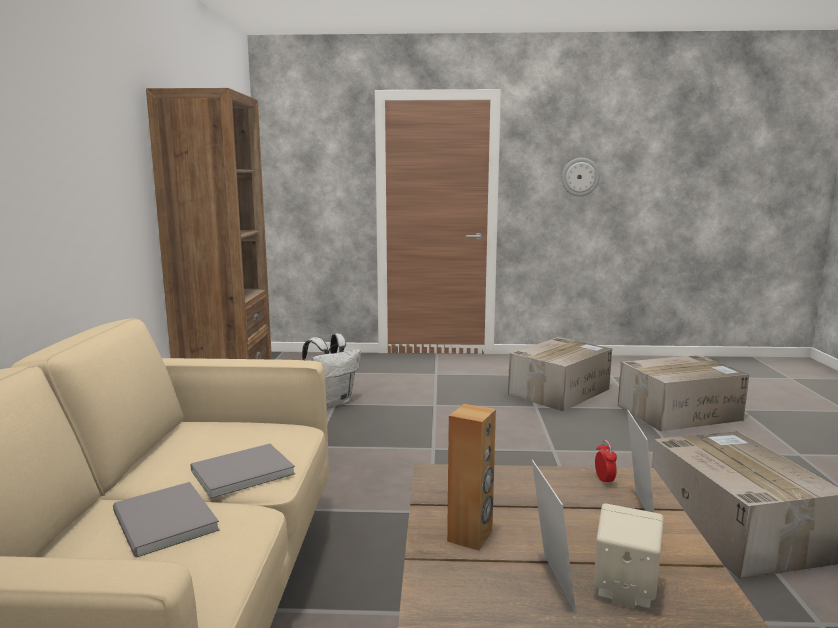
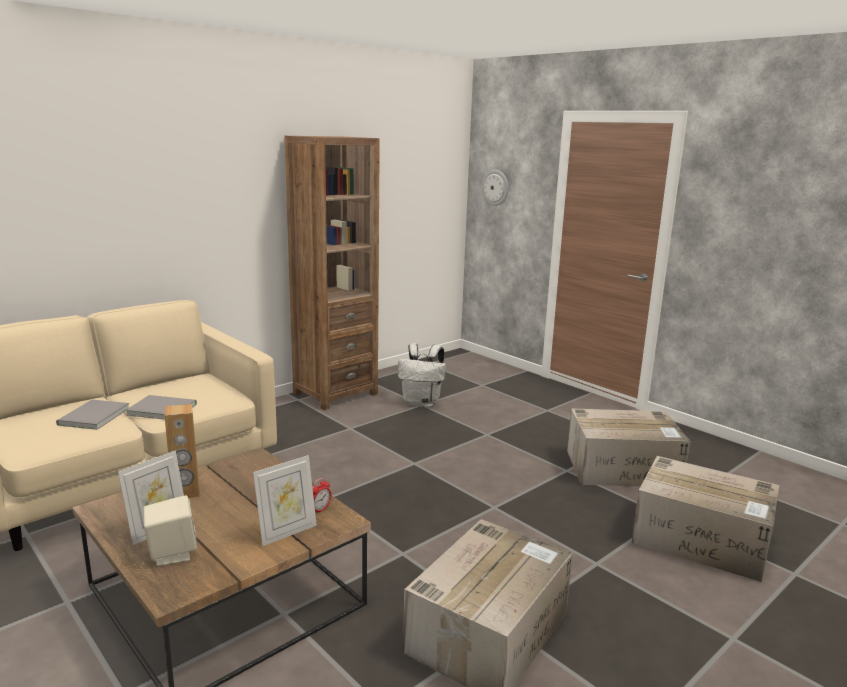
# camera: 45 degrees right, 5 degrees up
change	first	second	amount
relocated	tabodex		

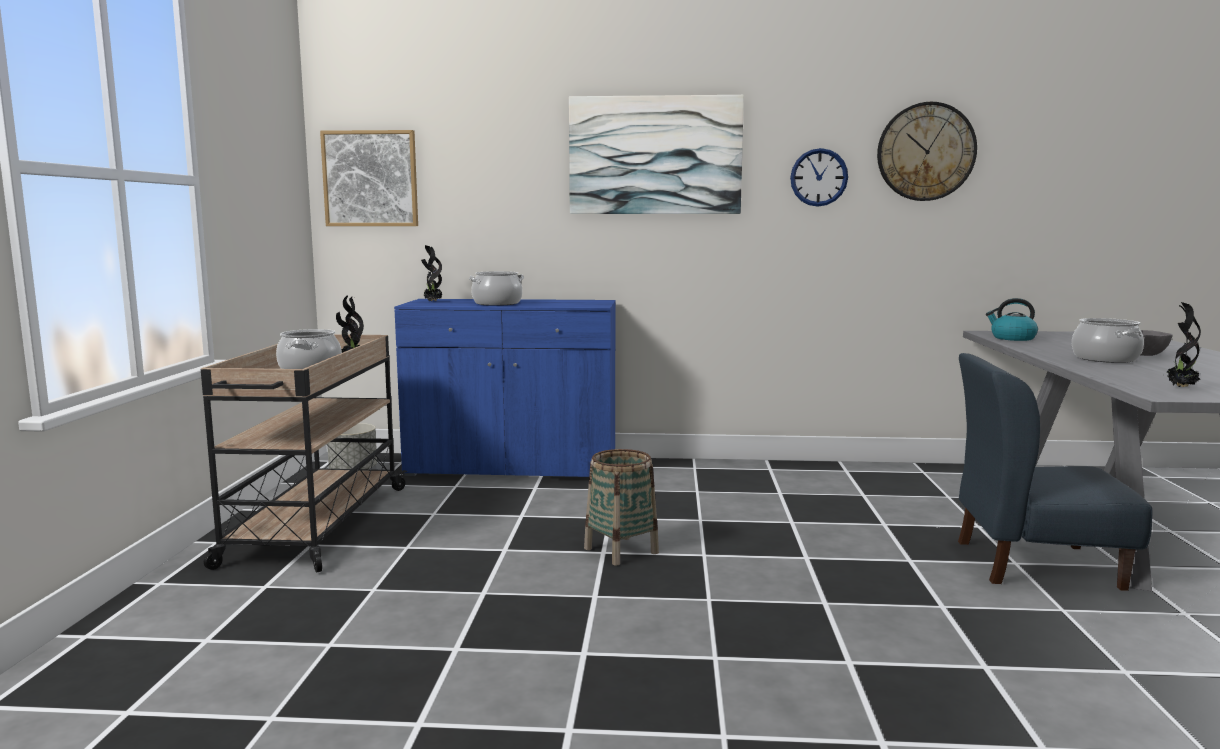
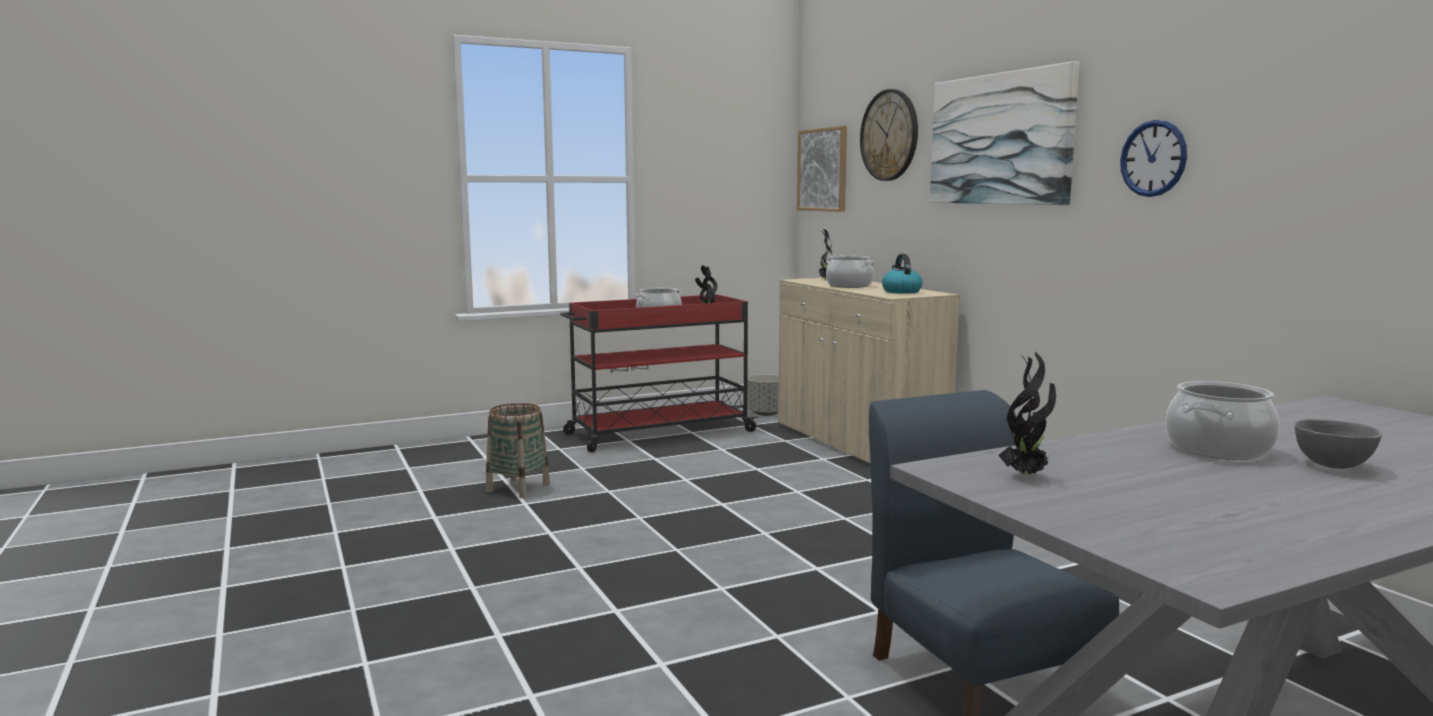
# camera: 60 degrees right, 0 degrees up
change	first	second	amount
relocated	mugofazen		
colour	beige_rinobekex	red_rinobekex	
colour	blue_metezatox	beige_metezatox	
relocated	tabodex (no. 2 from left in the first image)	tabodex (no. 1 from left)	
relocated	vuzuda		

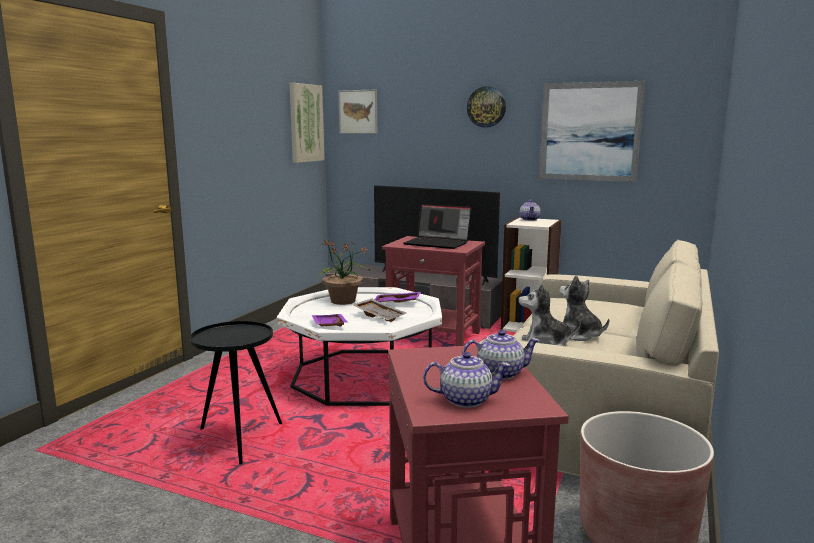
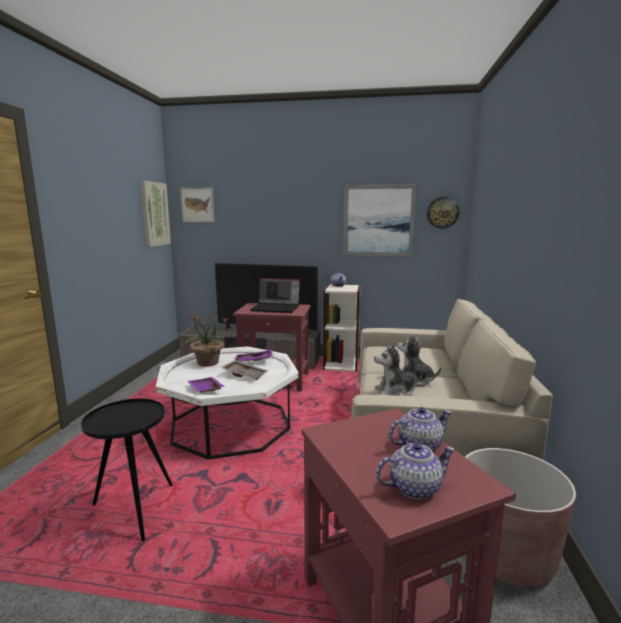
# camera: 15 degrees left, 0 degrees up
change	first	second	amount
relocated	tabodex		

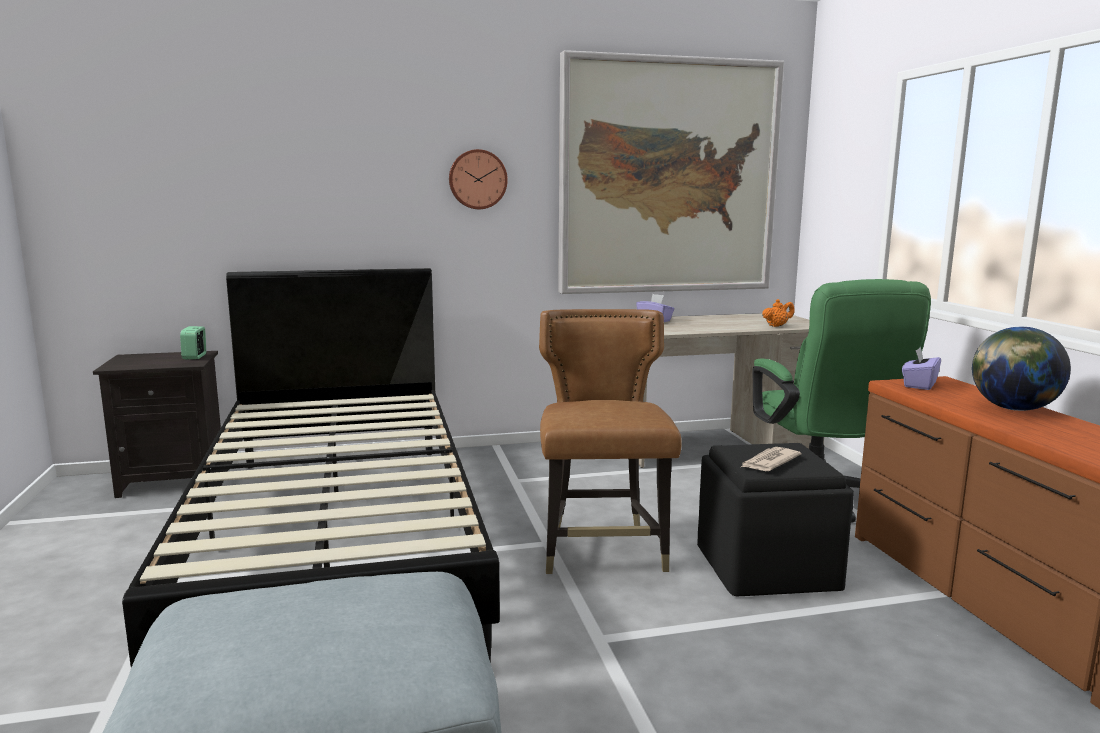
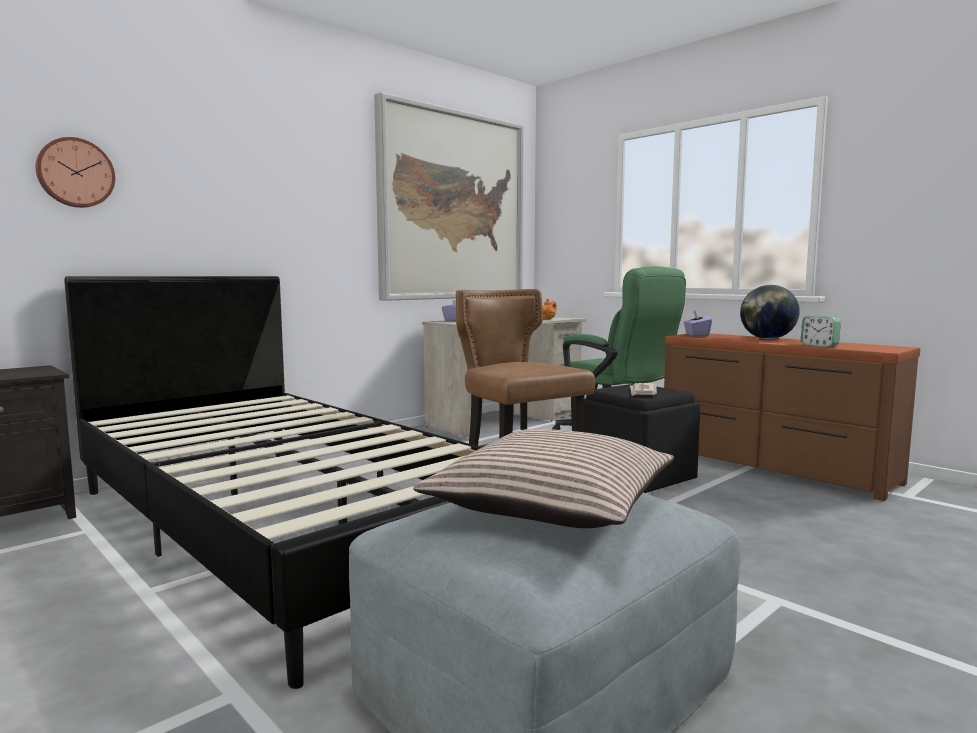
# camera: 30 degrees left, 5 degrees down
change	first	second	amount
relocated	tabodex		
appeared		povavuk	
relocated	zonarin		

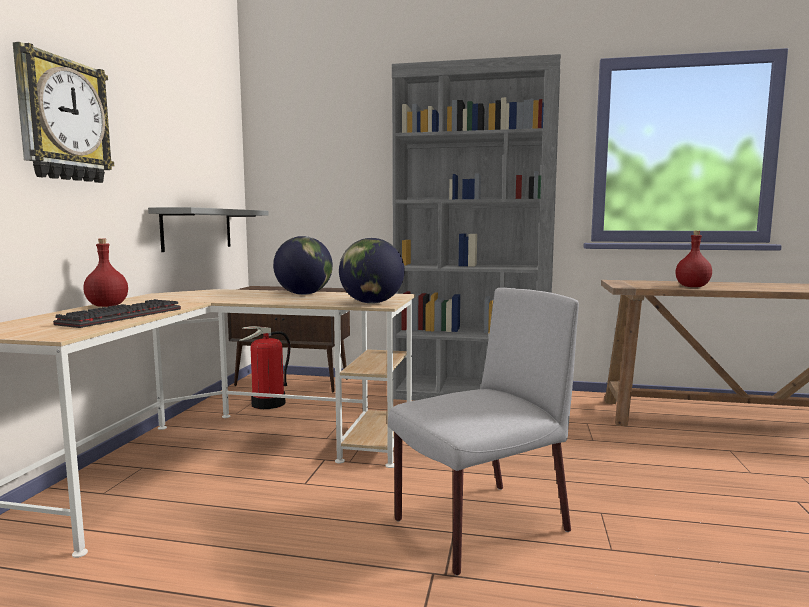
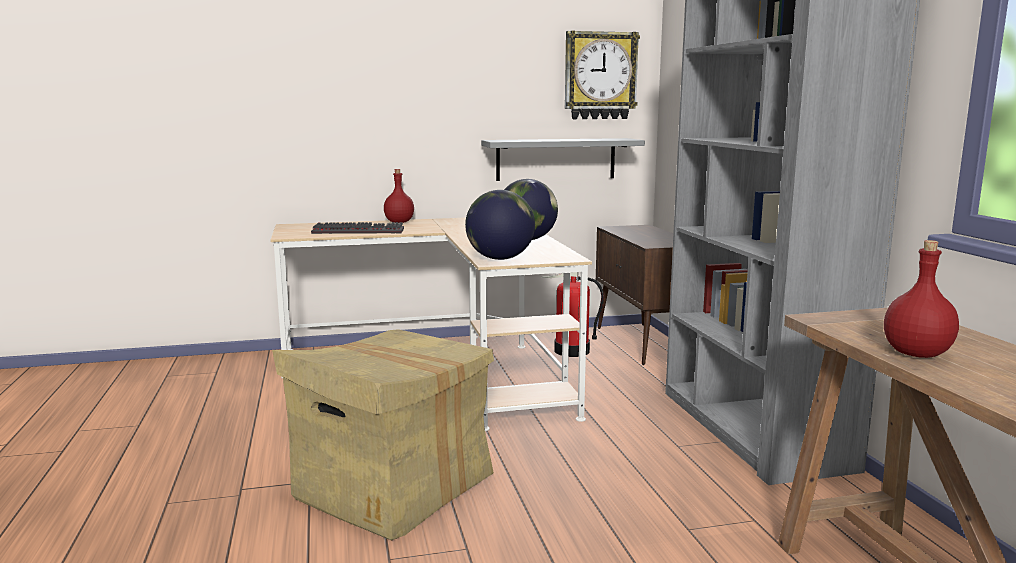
# camera: 65 degrees right, 5 degrees up
change	first	second	amount
exchanged	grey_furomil	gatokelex	
relocated	tabodex		

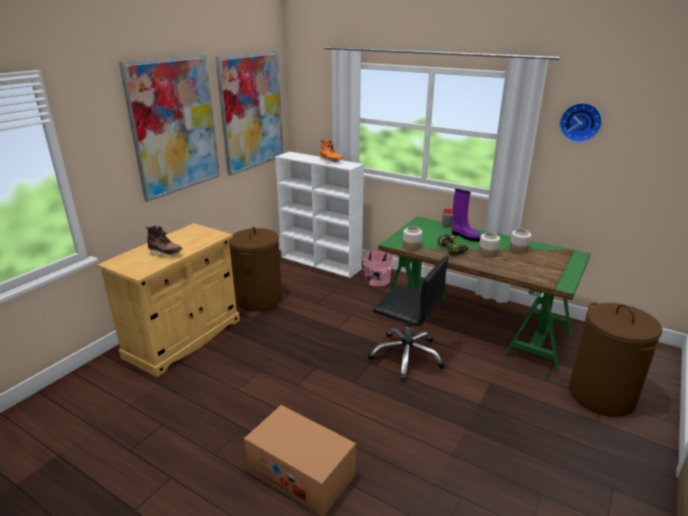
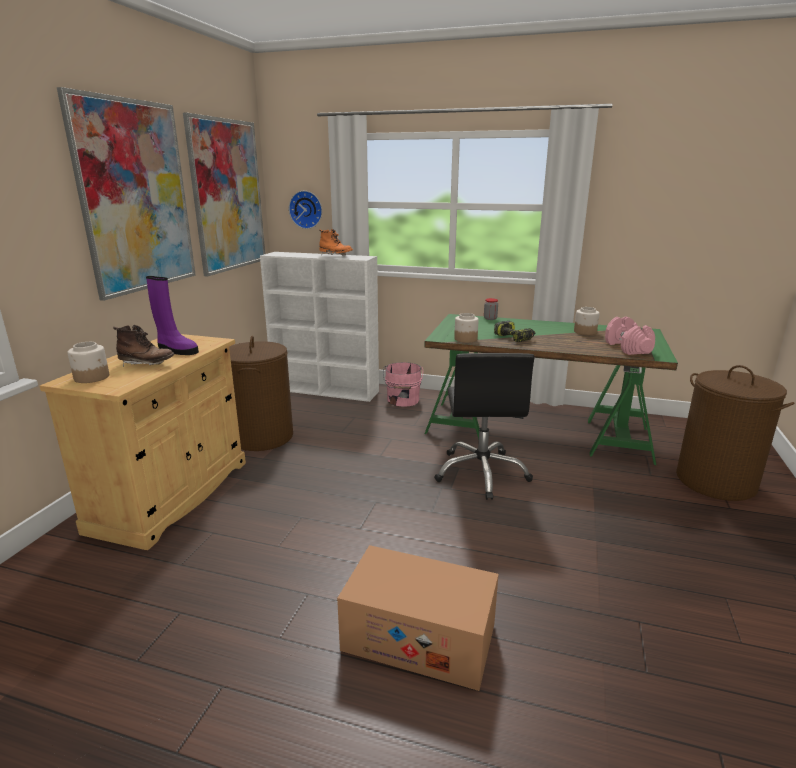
# camera: 15 degrees left, 5 degrees down
change	first	second	amount
relocated	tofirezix (no. 3 from left in the first image)	tofirezix (no. 1 from left)	
relocated	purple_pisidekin		
relocated	tabodex		
spun	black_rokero		75 degrees clockwise
appeared		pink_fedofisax	

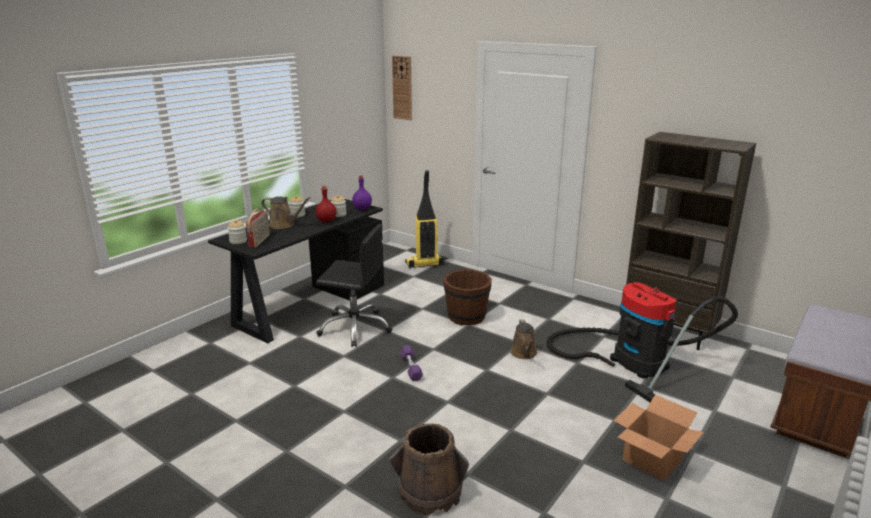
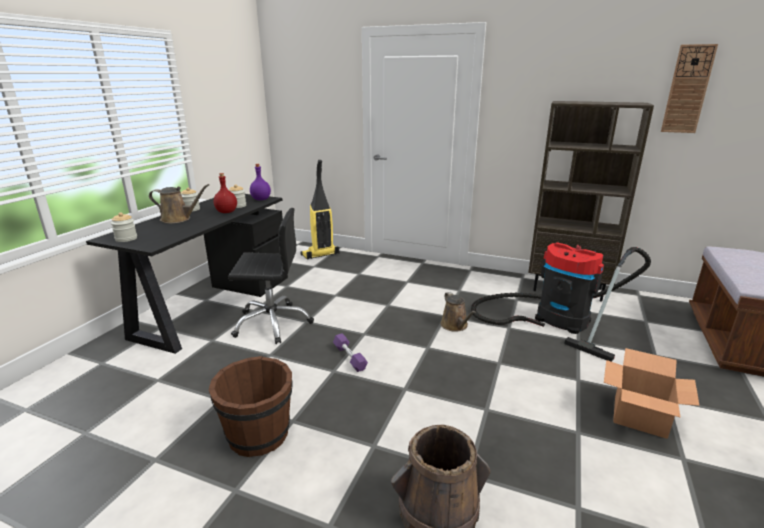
# camera: 15 degrees left, 0 degrees up
change	first	second	amount
relocated	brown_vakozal (no. 2 from left in the first image)	brown_vakozal (no. 1 from left)	
relocated	tabodex		
missing	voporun		

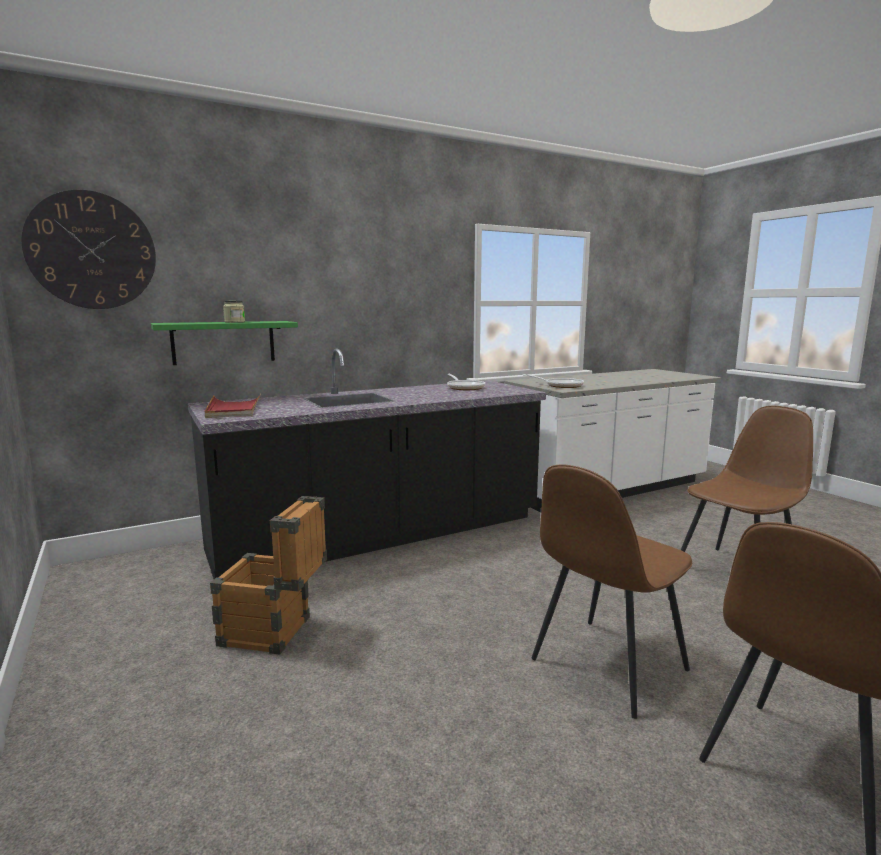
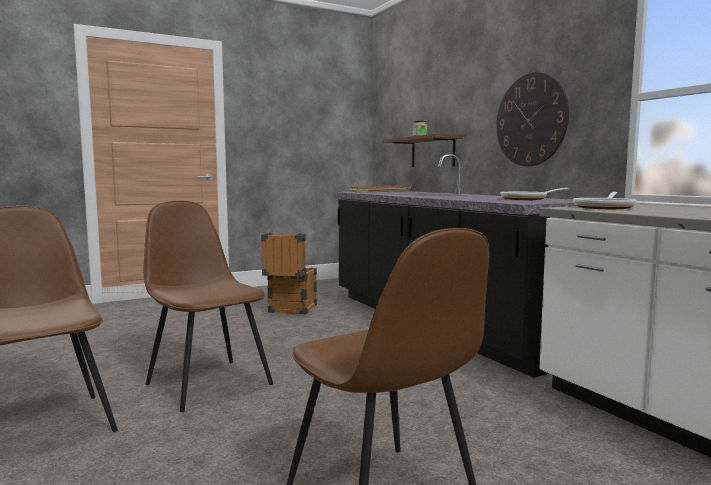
# camera: 90 degrees right, 5 degrees down
change	first	second	amount
colour	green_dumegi	brown_dumegi	
relocated	tabodex		

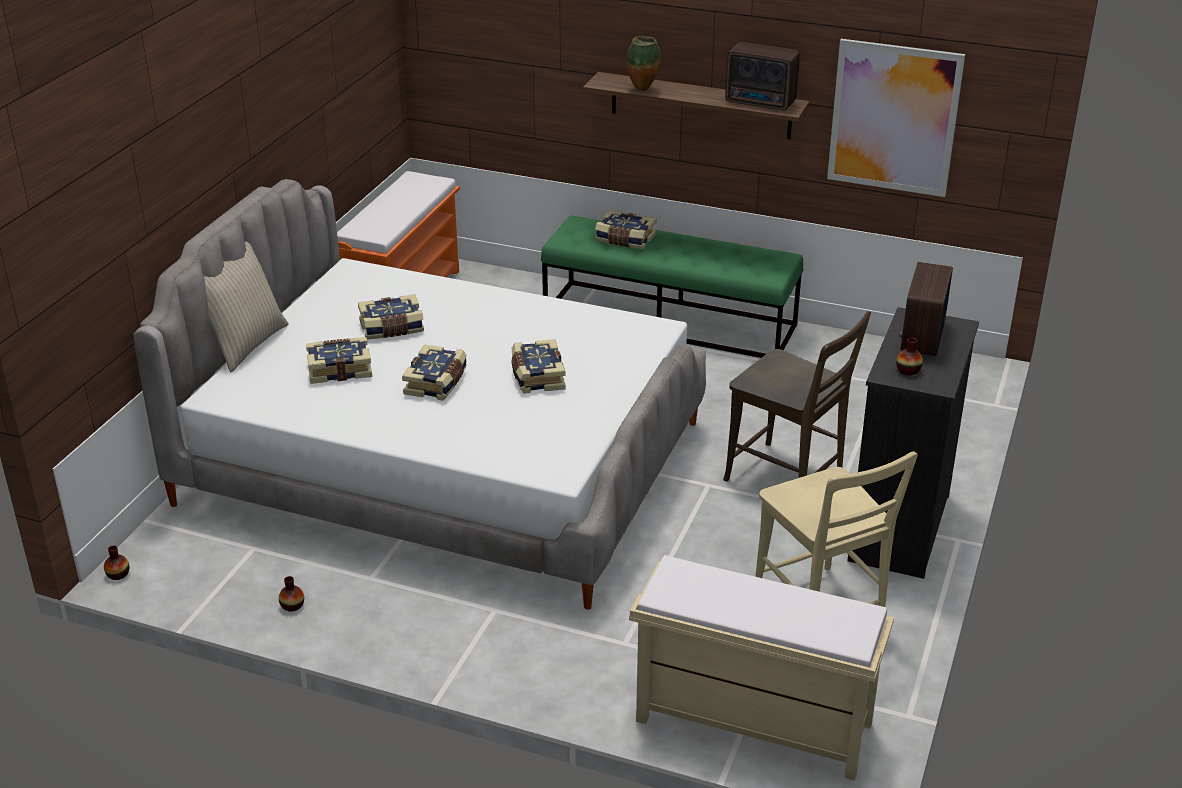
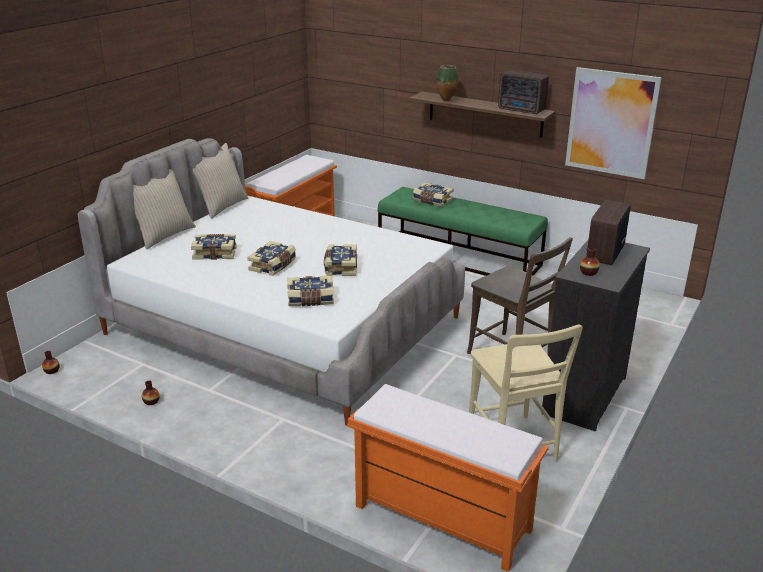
# camera: 10 degrees right, 5 degrees down
change	first	second	amount
appeared		beige_povavuk (no. 2 from left)	
relocated	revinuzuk (no. 2 from left in the first image)	revinuzuk (no. 3 from left)	
colour	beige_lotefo	orange_lotefo (no. 2 from left)	

